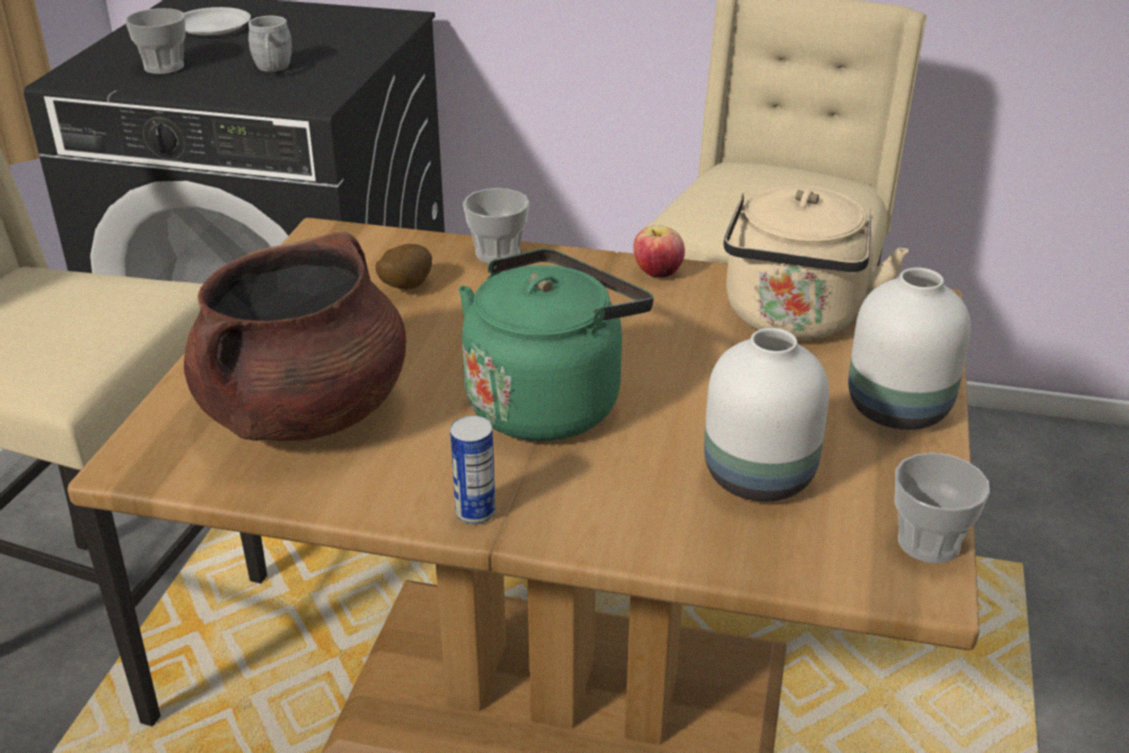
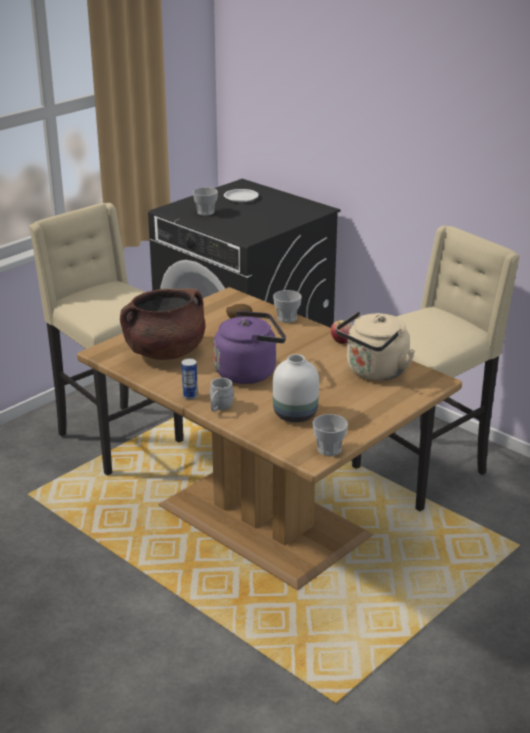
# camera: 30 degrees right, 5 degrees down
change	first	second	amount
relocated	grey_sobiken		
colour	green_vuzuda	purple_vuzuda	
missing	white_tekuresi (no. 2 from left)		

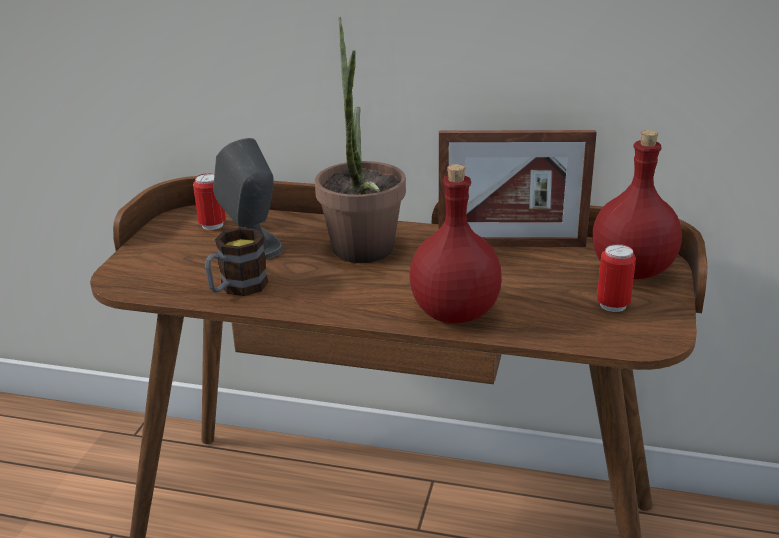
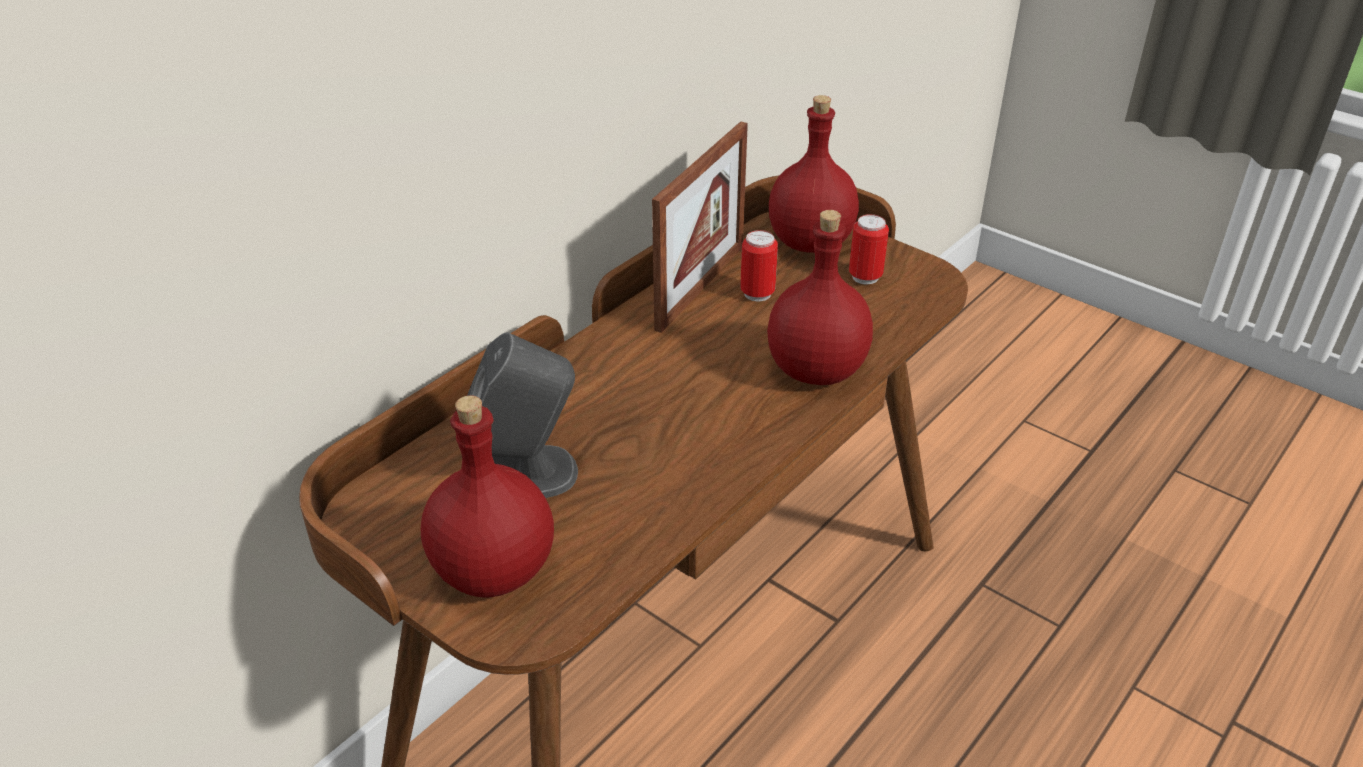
# camera: 65 degrees left, 10 degrees up
change	first	second	amount
appeared		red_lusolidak (no. 1 from left)	
relocated	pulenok (no. 1 from left)		
missing	sobiken		
missing	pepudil		

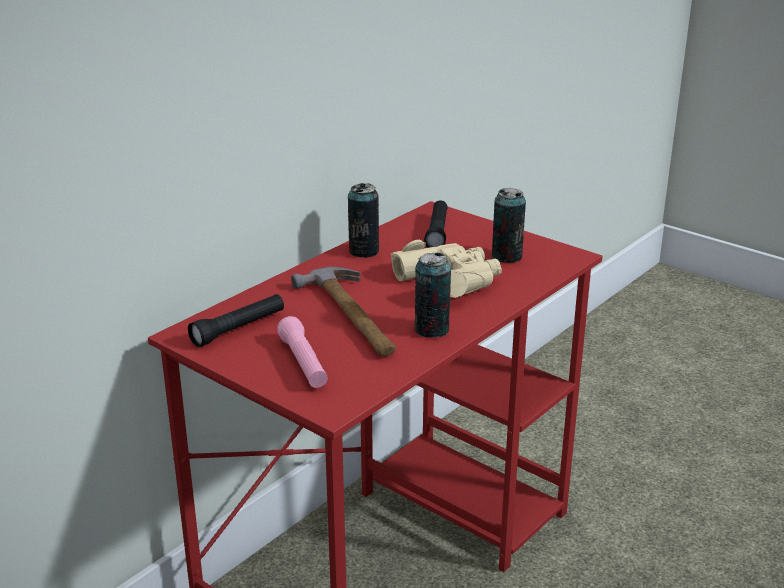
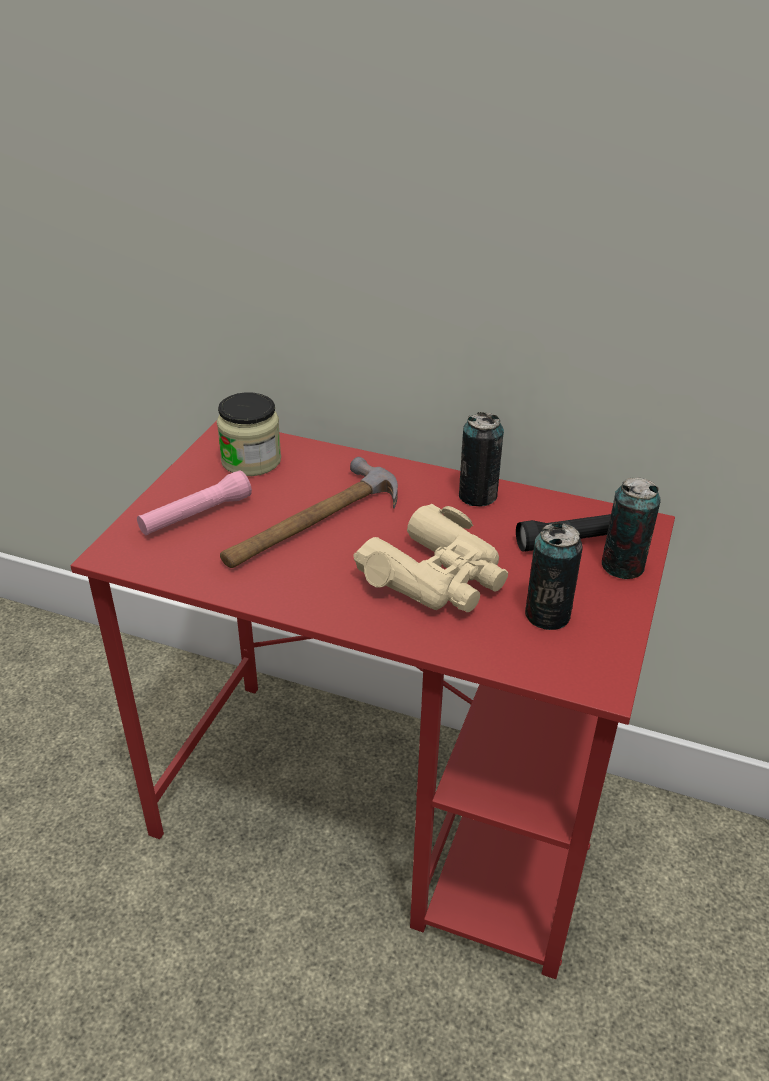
# camera: 70 degrees right, 10 degrees up
change	first	second	amount
exchanged	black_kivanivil (no. 1 from left)	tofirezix	
relocated	pulenok (no. 2 from left in the first image)	pulenok (no. 3 from left)	

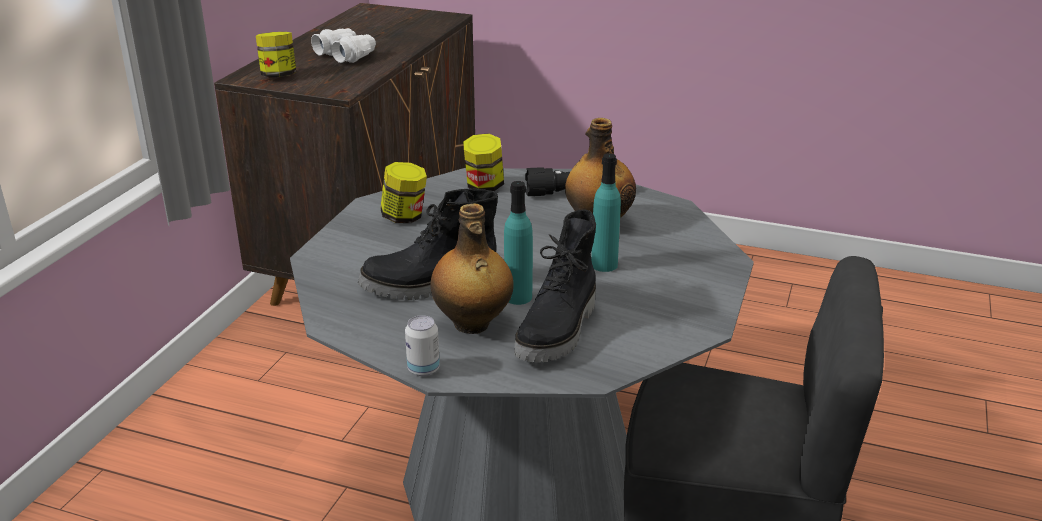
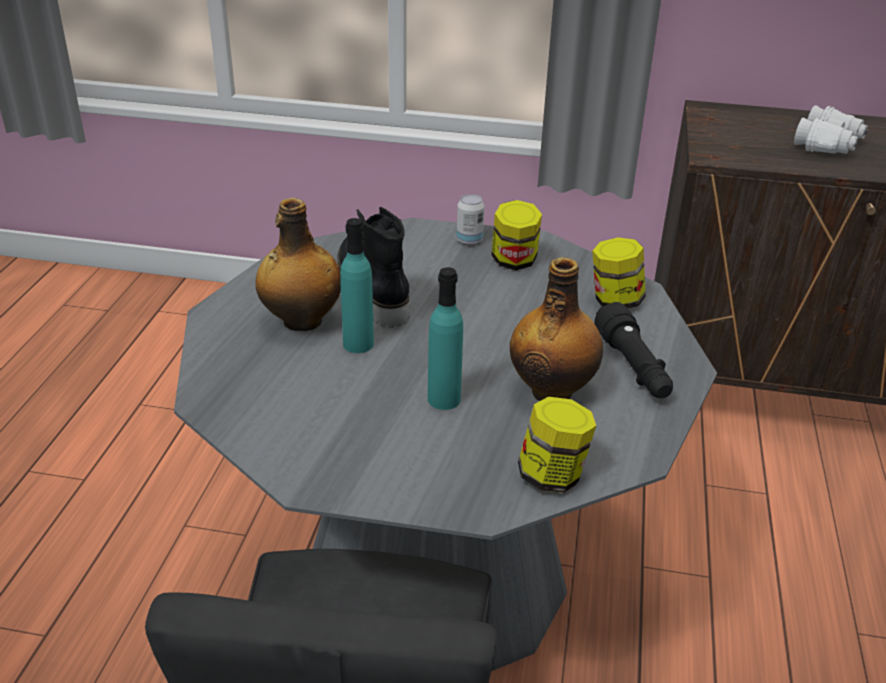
# camera: 80 degrees right, 5 degrees up
change	first	second	amount
relocated	pulenok		
relocated	tofirezix (no. 1 from left in the first image)	tofirezix (no. 2 from left)	
missing	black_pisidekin (no. 2 from left)		

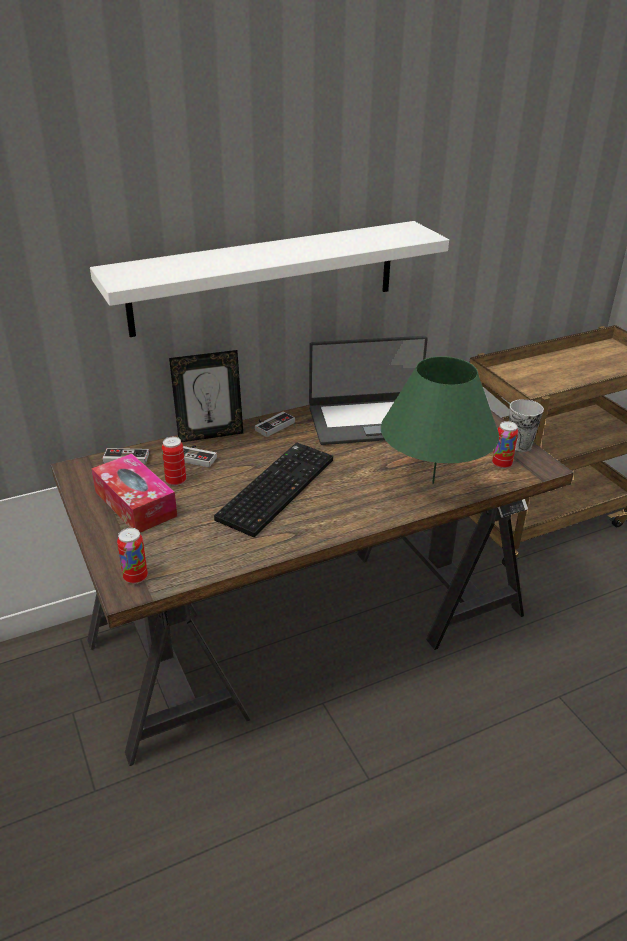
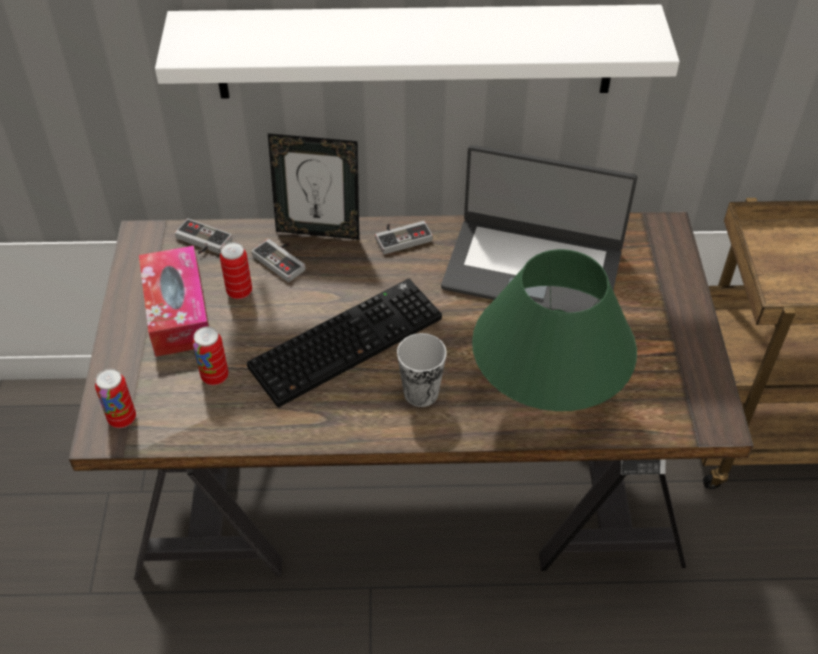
# camera: 25 degrees right, 15 degrees up
change	first	second	amount
relocated	pulenok (no. 3 from left in the first image)	pulenok (no. 2 from left)	
relocated	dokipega		

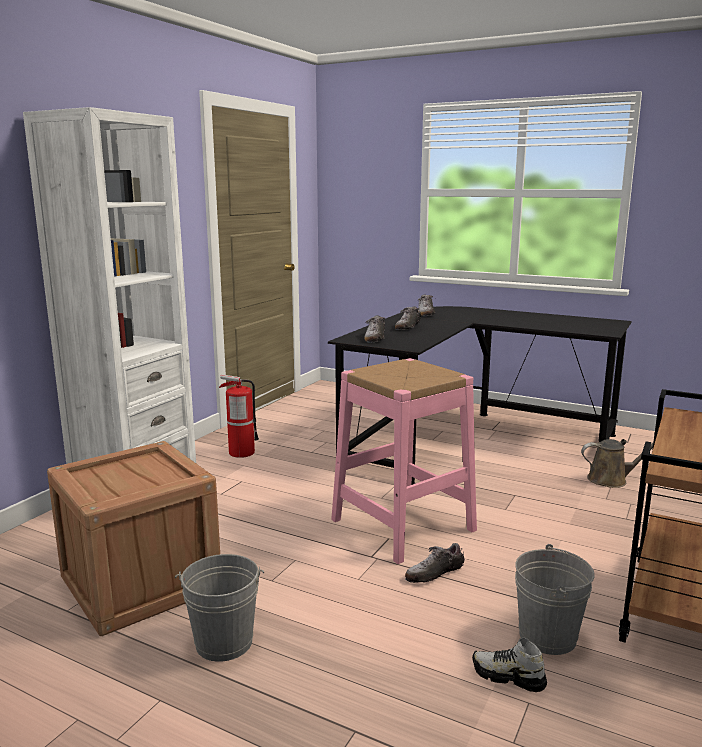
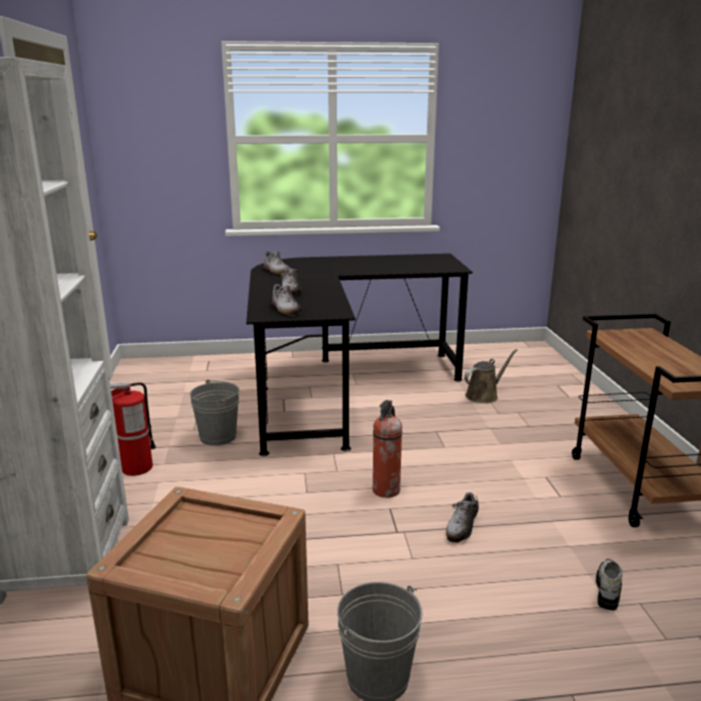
# camera: 35 degrees left, 5 degrees up
change	first	second	amount
relocated	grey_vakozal (no. 2 from left in the first image)	grey_vakozal (no. 1 from left)	
exchanged	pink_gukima	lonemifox (no. 2 from left)	
spun	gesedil (no. 5 from left)		120 degrees clockwise

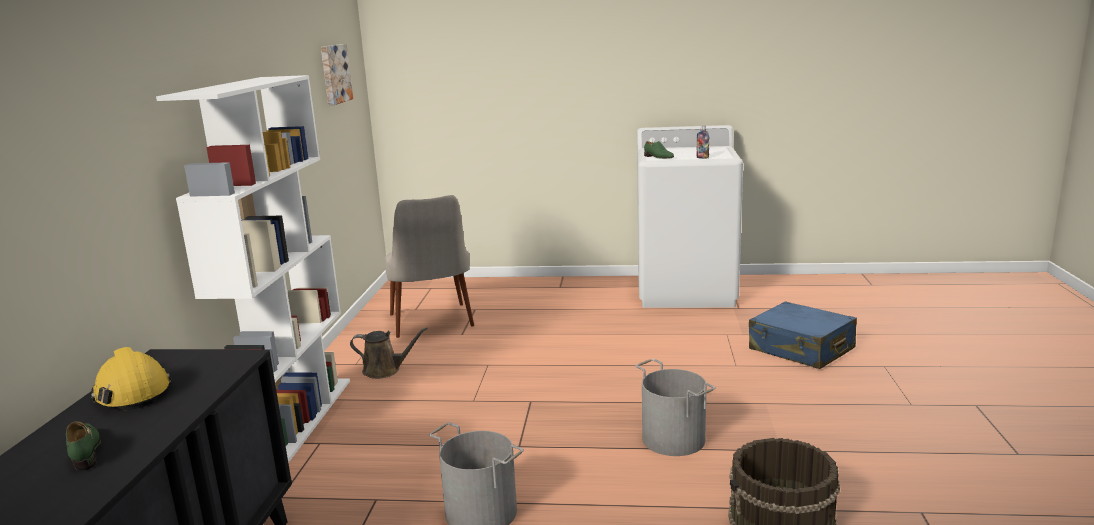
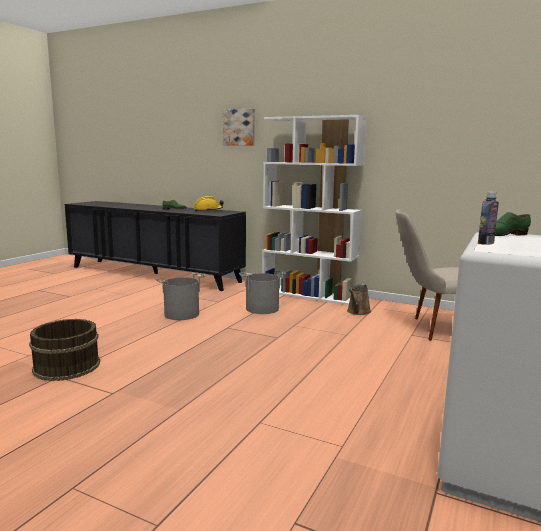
# camera: 110 degrees right, 5 degrees down
change	first	second	amount
relocated	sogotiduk		
relocated	grey_vakozal (no. 2 from left)		
missing	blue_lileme		

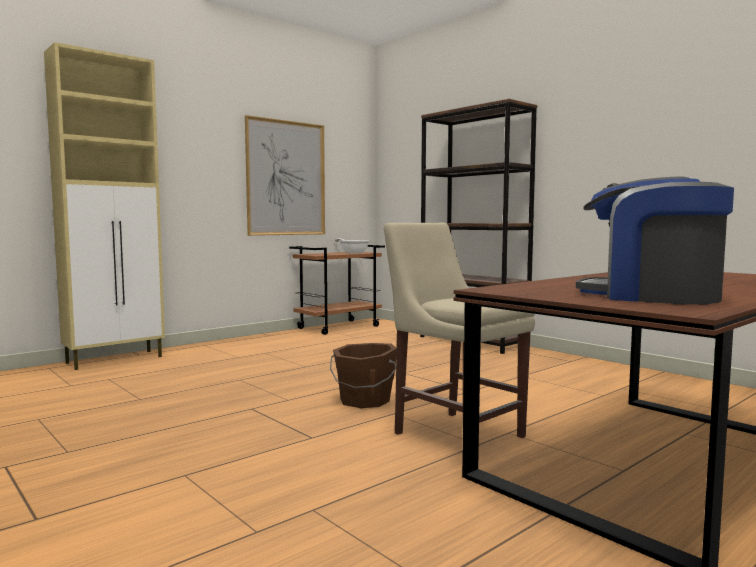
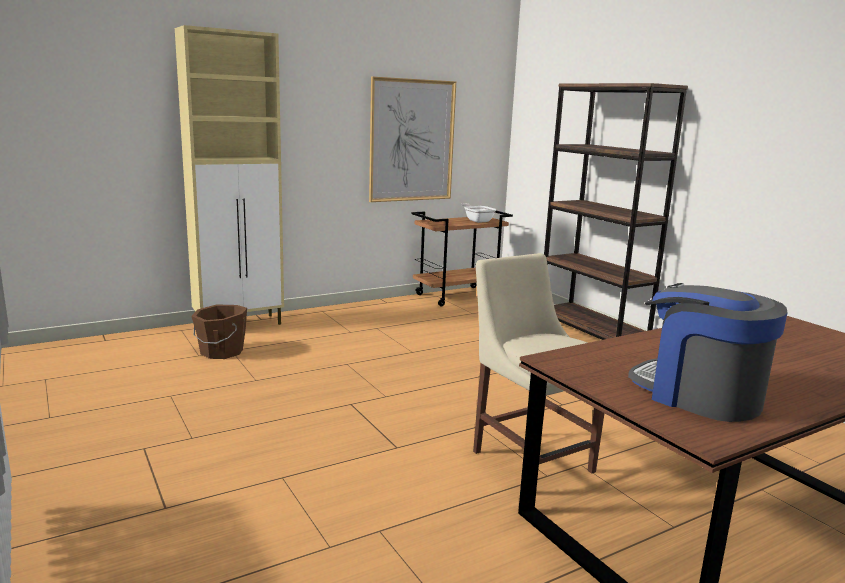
# camera: 10 degrees right, 10 degrees up
change	first	second	amount
relocated	brown_vakozal		

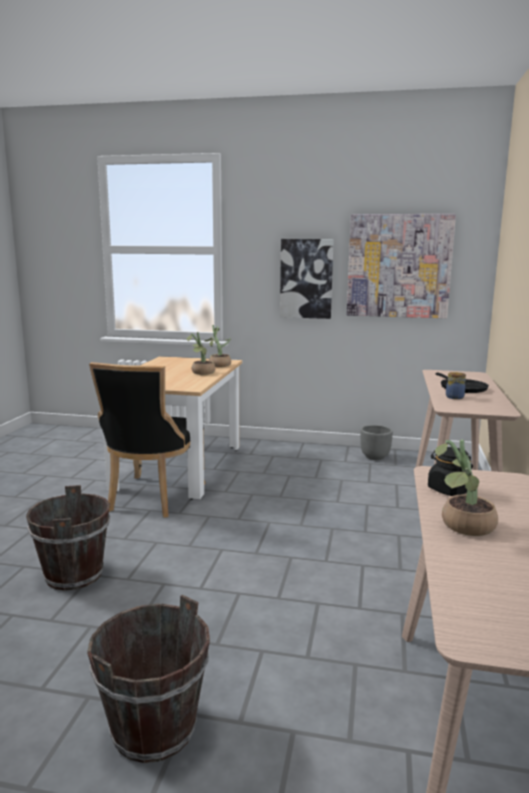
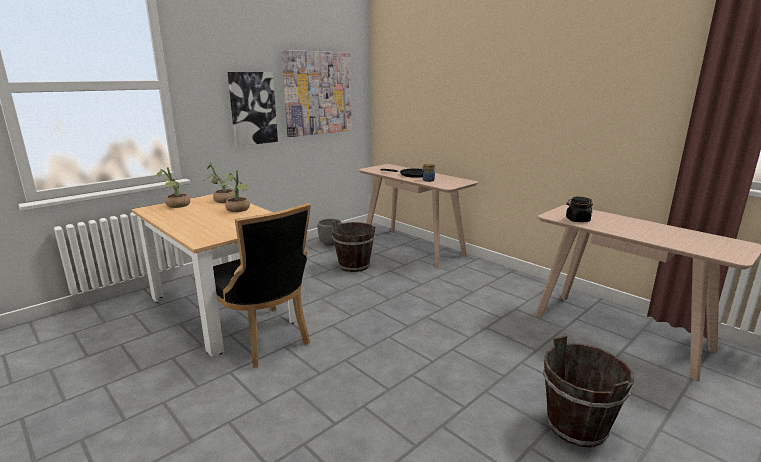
# camera: 55 degrees left, 5 degrees up
change	first	second	amount
relocated	pepudil (no. 3 from left in the first image)	pepudil (no. 1 from left)	
relocated	brown_vakozal (no. 1 from left)		

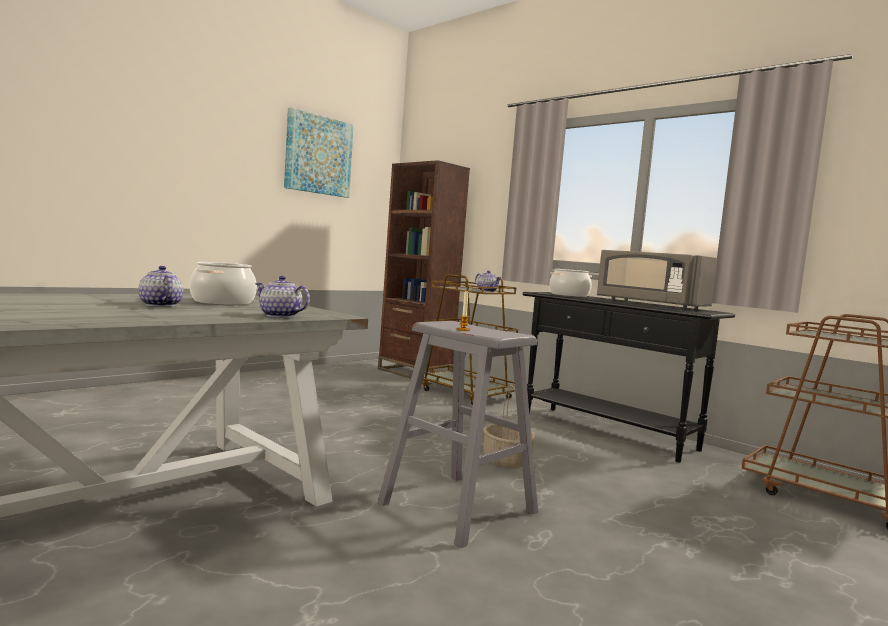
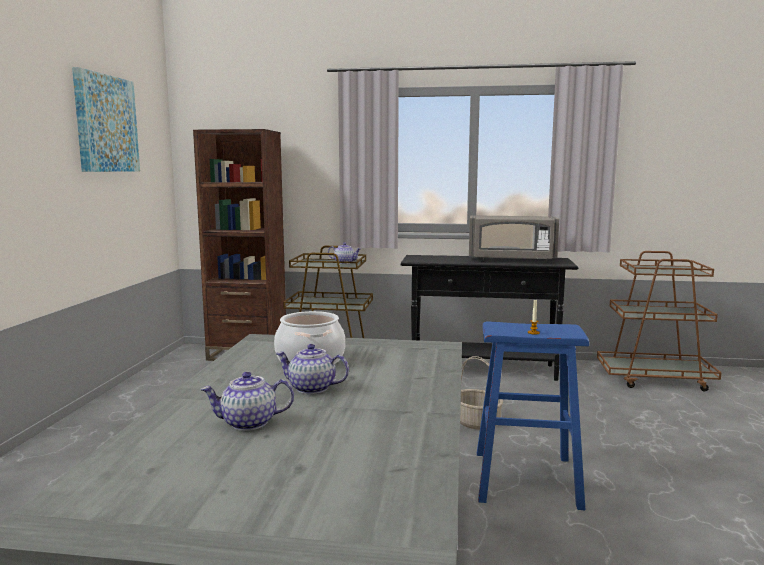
# camera: 35 degrees left, 5 degrees up
change	first	second	amount
relocated	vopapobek (no. 2 from left in the first image)	vopapobek (no. 1 from left)	
colour	grey_gukima	blue_gukima	
missing	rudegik (no. 2 from left)		

